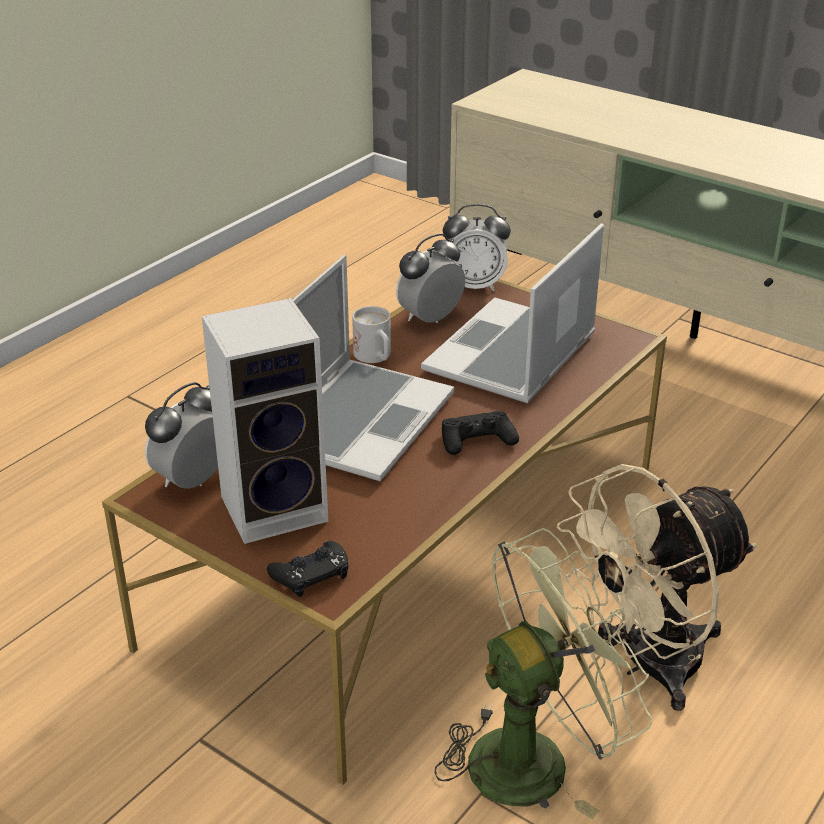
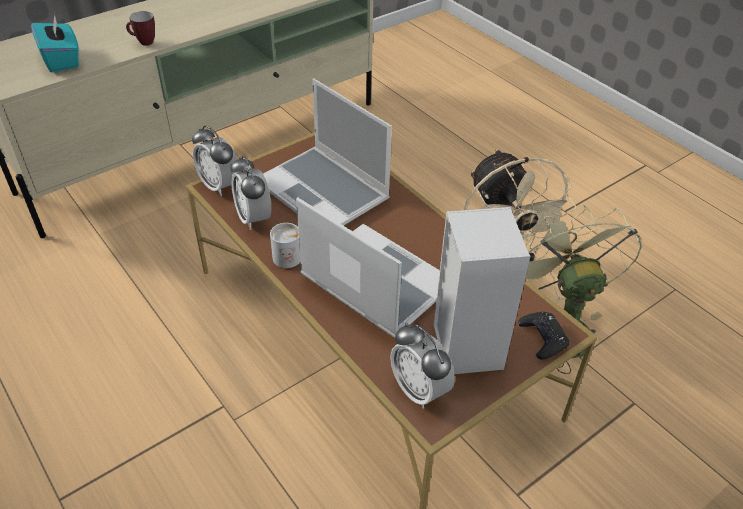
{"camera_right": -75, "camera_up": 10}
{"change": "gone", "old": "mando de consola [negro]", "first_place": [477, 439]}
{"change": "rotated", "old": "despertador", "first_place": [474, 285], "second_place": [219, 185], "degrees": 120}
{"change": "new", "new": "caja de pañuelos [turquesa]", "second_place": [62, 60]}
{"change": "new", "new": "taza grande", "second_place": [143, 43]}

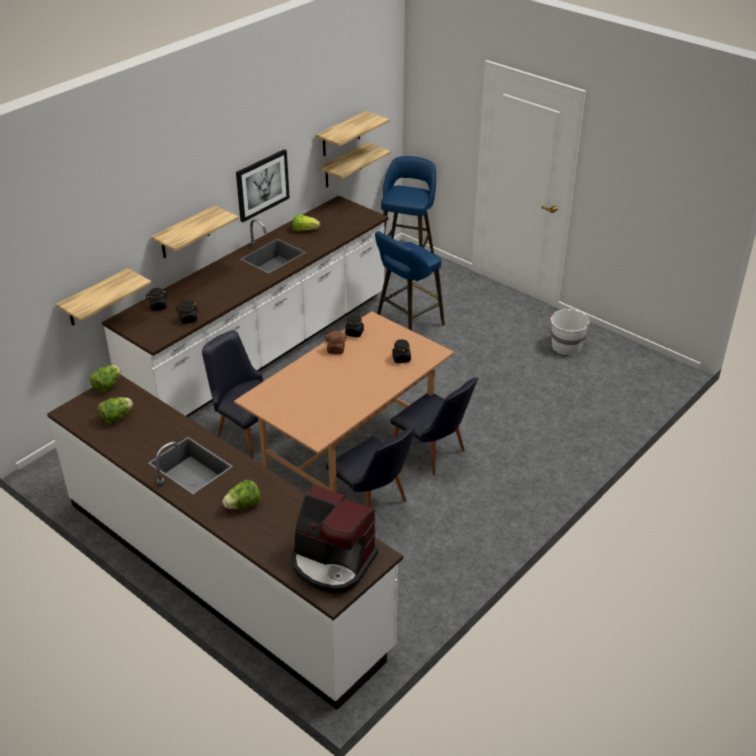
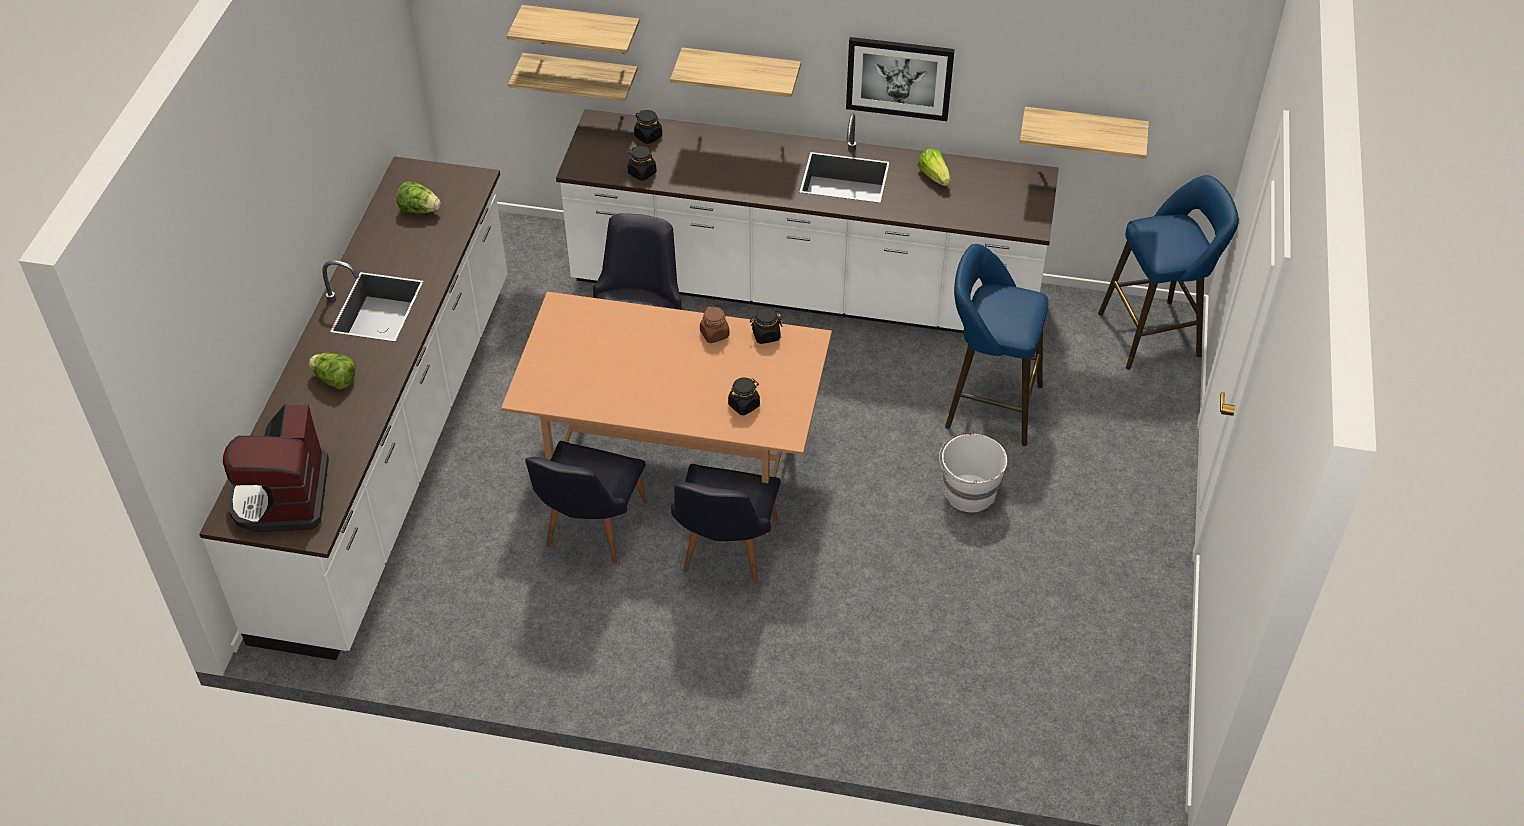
{"camera_right": 60, "camera_up": 10}
{"change": "gone", "old": "lechuga", "first_place": [107, 386]}
{"change": "shifted", "old": "estante", "first_place": [341, 134], "second_place": [581, 29]}
{"change": "shifted", "old": "cubo [blanco]", "first_place": [566, 346], "second_place": [968, 493]}

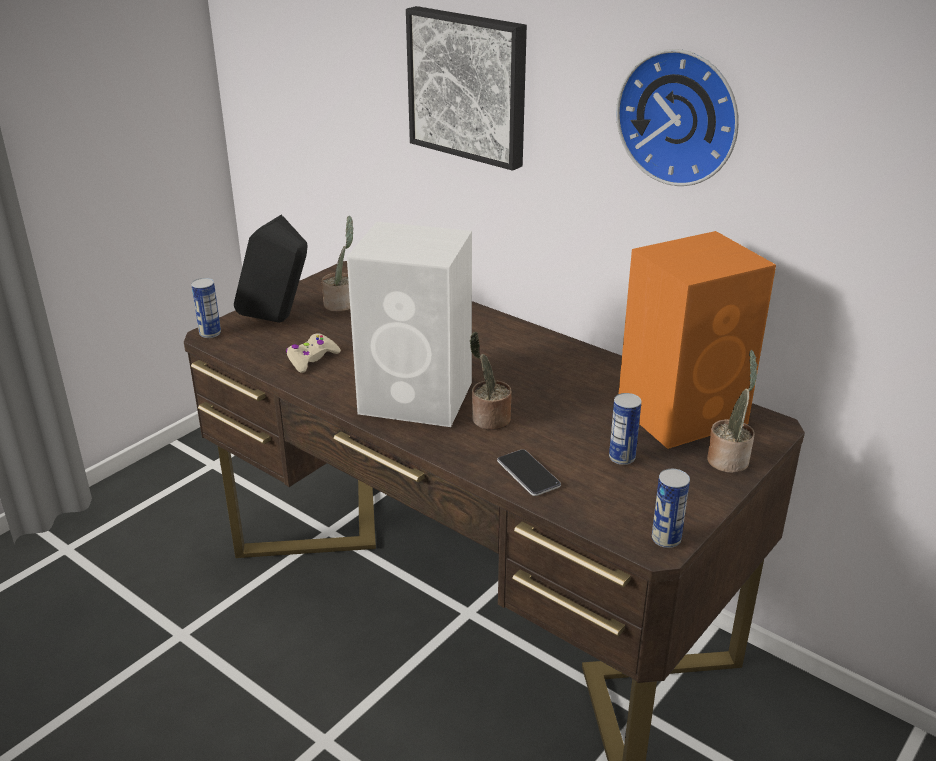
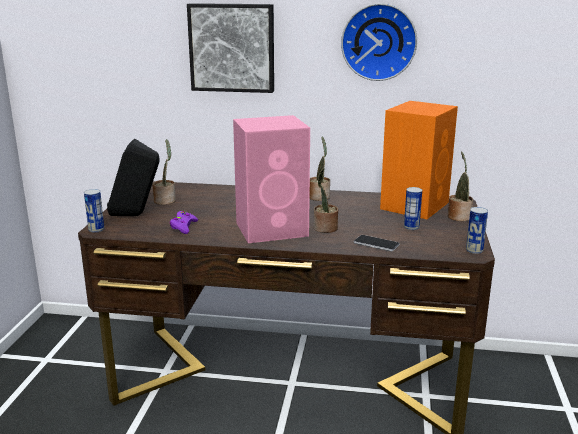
{"camera_right": -30, "camera_up": -10}
{"change": "repainted", "old": "mando de consola [beis]", "new": "mando de consola [morado]", "first_place": [311, 359], "second_place": [183, 227]}
{"change": "repainted", "old": "altavoz [blanco]", "new": "altavoz [rosa]", "first_place": [419, 398], "second_place": [273, 229]}
{"change": "new", "new": "planta en maceta", "second_place": [319, 197]}

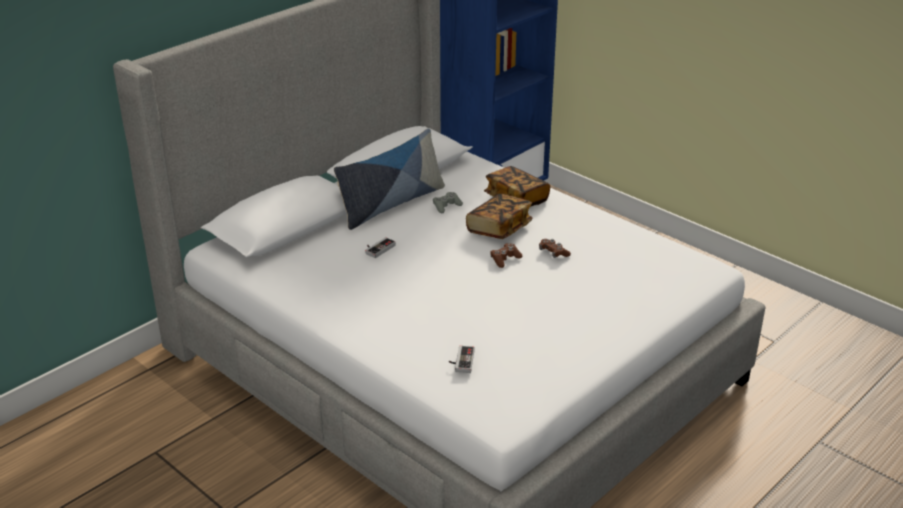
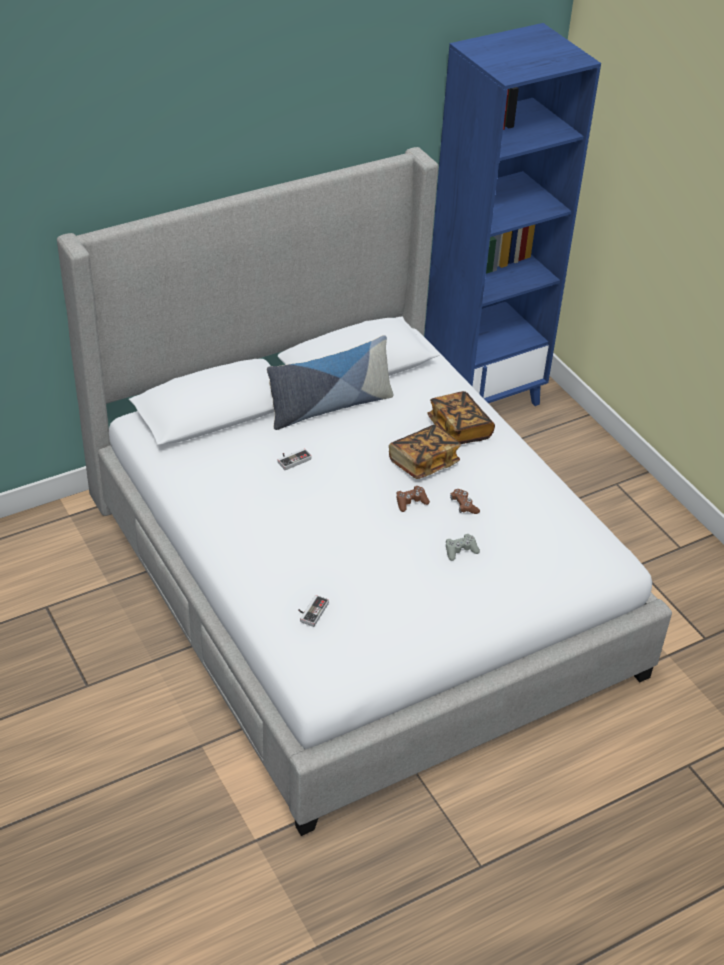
{"camera_right": 15, "camera_up": 10}
{"change": "shifted", "old": "mando de consola [gris]", "first_place": [446, 206], "second_place": [460, 551]}

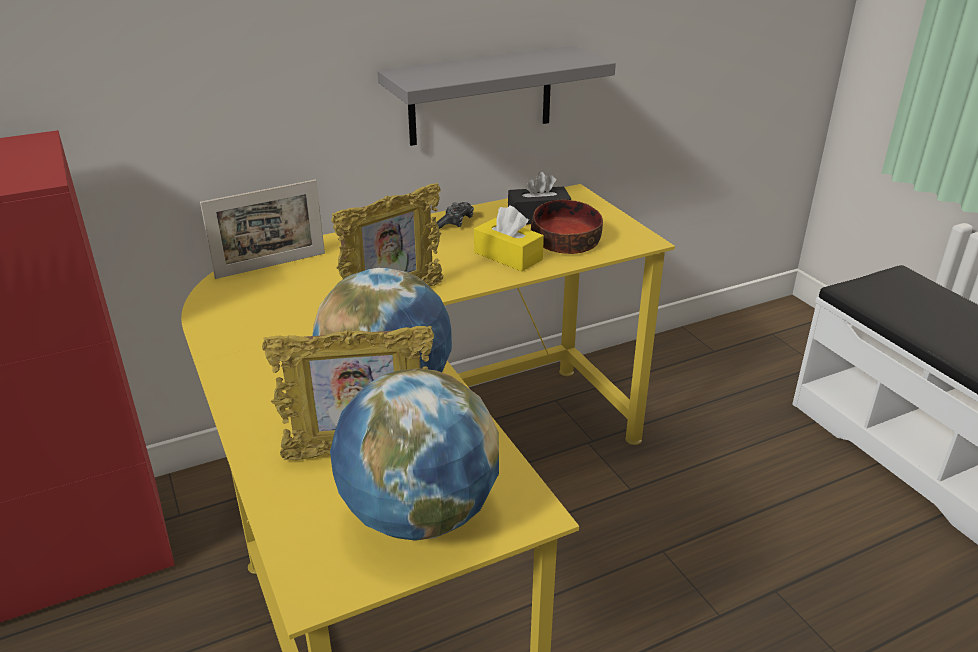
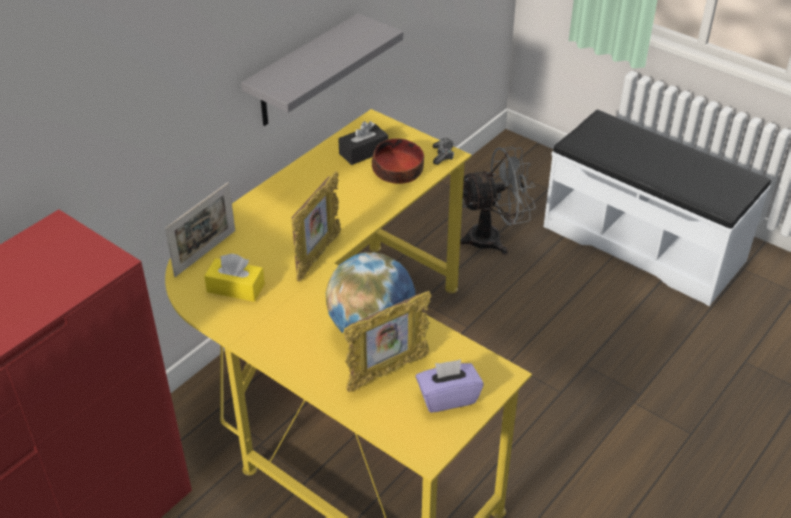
{"camera_right": -25, "camera_up": 10}
{"change": "swapped", "old": "globo terráqueo", "new": "caja de pañuelos [morado]", "first_place": [418, 515], "second_place": [448, 397]}
{"change": "shifted", "old": "mando de consola", "first_place": [456, 222], "second_place": [443, 155]}
{"change": "shifted", "old": "caja de pañuelos [amarillo]", "first_place": [508, 256], "second_place": [236, 288]}
{"change": "new", "new": "ventilador [gris]", "second_place": [493, 238]}

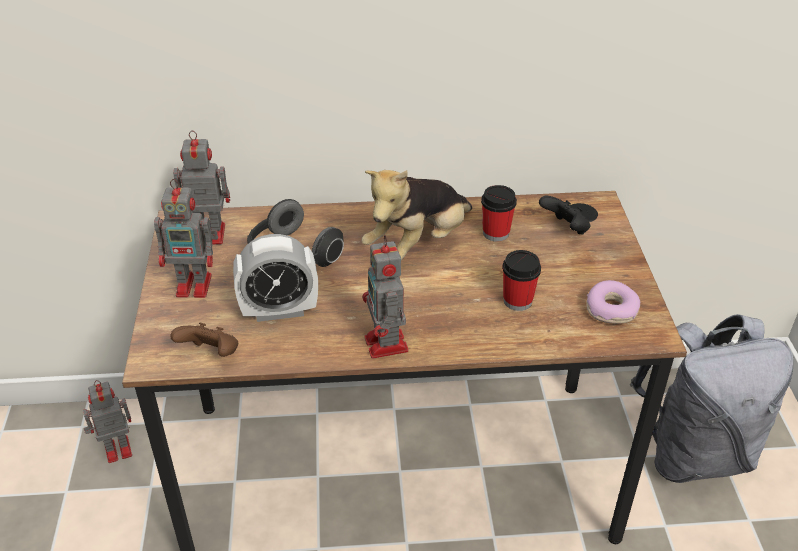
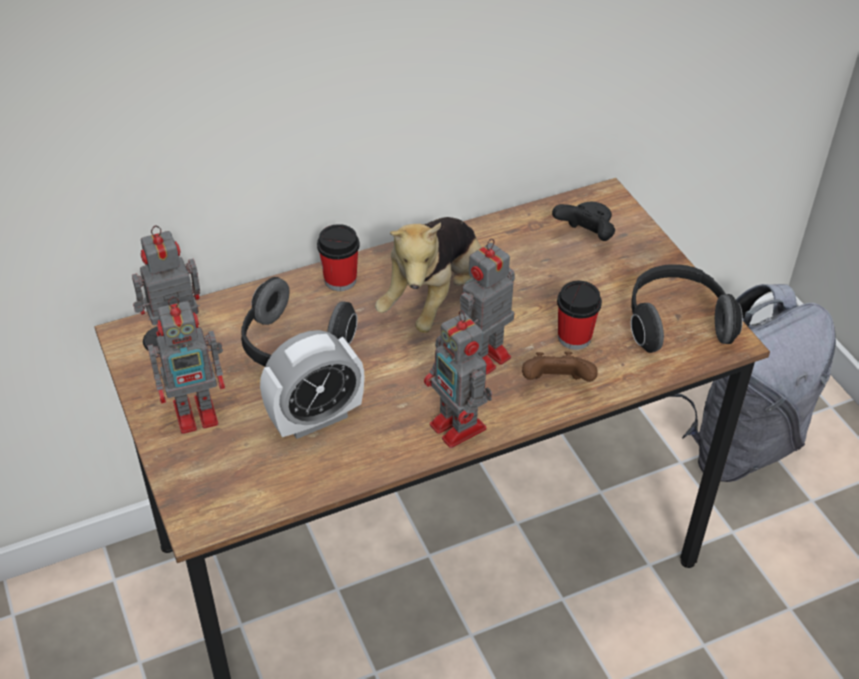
{"camera_right": -20, "camera_up": 5}
{"change": "shifted", "old": "robot de juguete", "first_place": [116, 450], "second_place": [482, 356]}
{"change": "shifted", "old": "mando de consola [marrón]", "first_place": [211, 354], "second_place": [556, 384]}
{"change": "shifted", "old": "taza", "first_place": [496, 233], "second_place": [340, 280]}
{"change": "swapped", "old": "rosquilla", "new": "auriculares", "first_place": [611, 309], "second_place": [675, 322]}

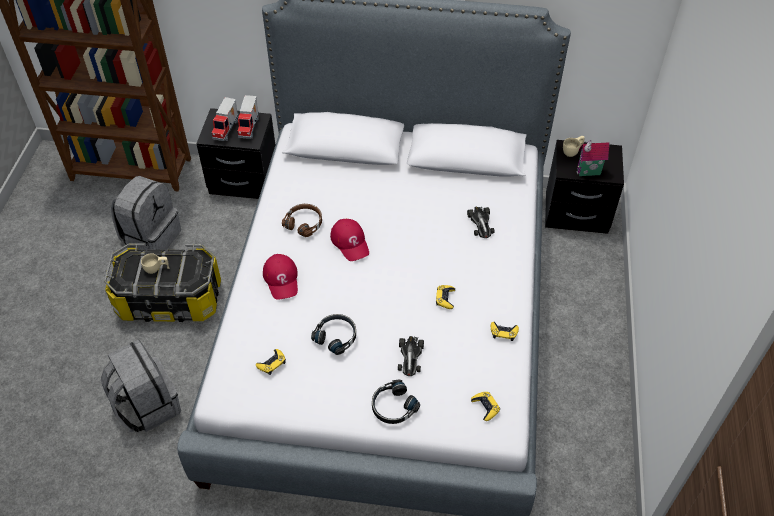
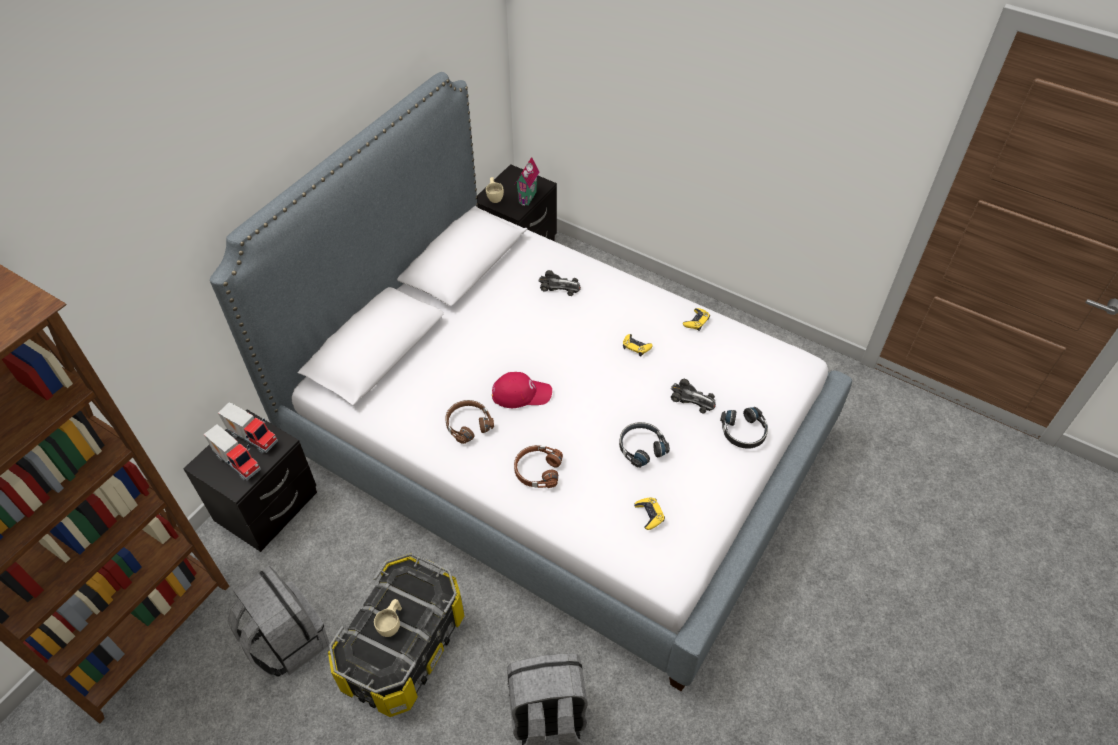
{"camera_right": -65, "camera_up": 0}
{"change": "swapped", "old": "gorra [rojo]", "new": "auriculares [marrón]", "first_place": [282, 279], "second_place": [537, 470]}
{"change": "gone", "old": "mando de consola [amarillo]", "first_place": [485, 407]}

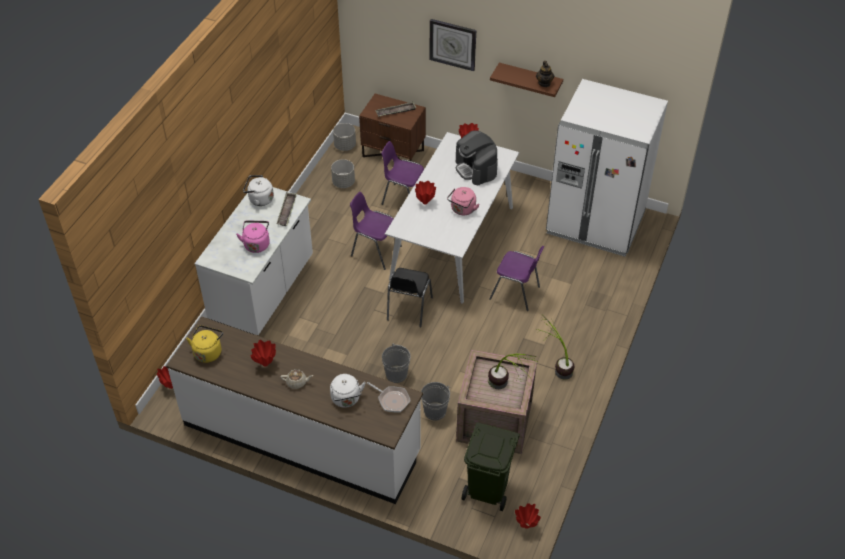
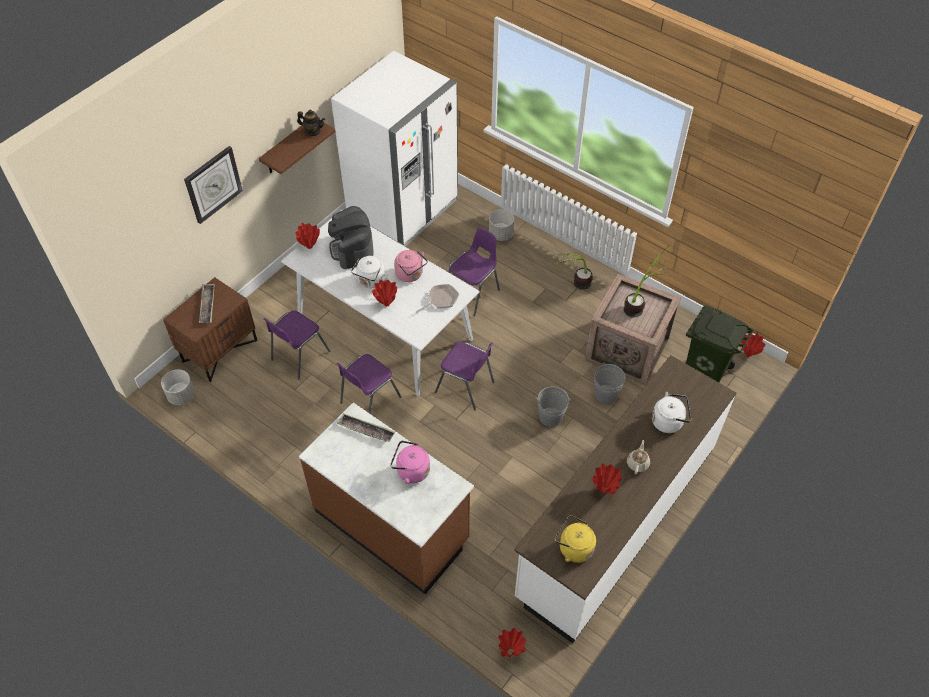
{"camera_right": -75, "camera_up": 5}
{"change": "repainted", "old": "mueble bajo de cocina [blanco]", "new": "mueble bajo de cocina [marrón]", "first_place": [264, 292], "second_place": [392, 525]}
{"change": "shifted", "old": "hervidor [blanco]", "first_place": [259, 199], "second_place": [370, 281]}
{"change": "shifted", "old": "maceta [gris]", "first_place": [343, 183], "second_place": [501, 234]}
{"change": "shifted", "old": "sartén", "first_place": [392, 400], "second_place": [440, 300]}
{"change": "repainted", "old": "silla [negro]", "new": "silla [morado]", "first_place": [408, 309], "second_place": [466, 387]}
{"change": "rotated", "old": "cafetera", "first_place": [476, 169], "second_place": [352, 249], "degrees": 90}

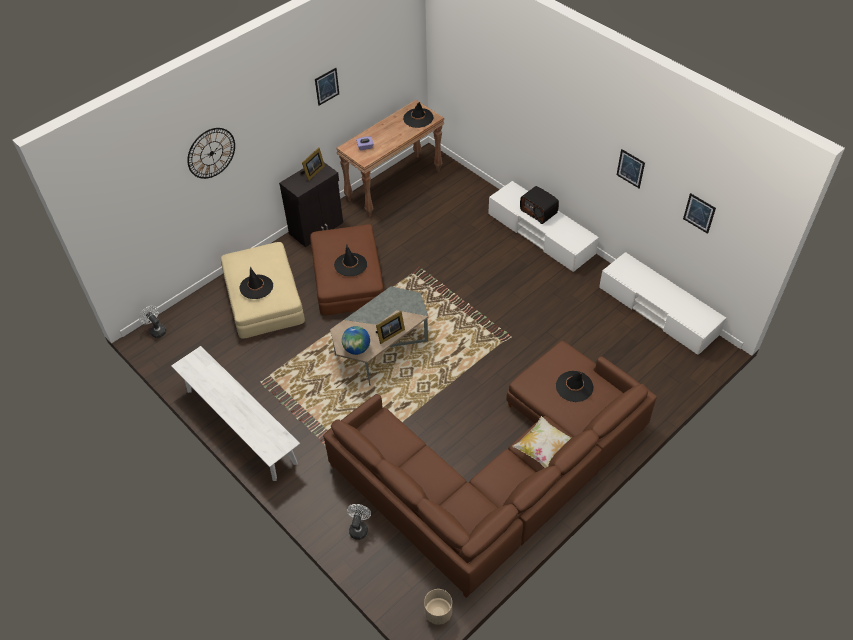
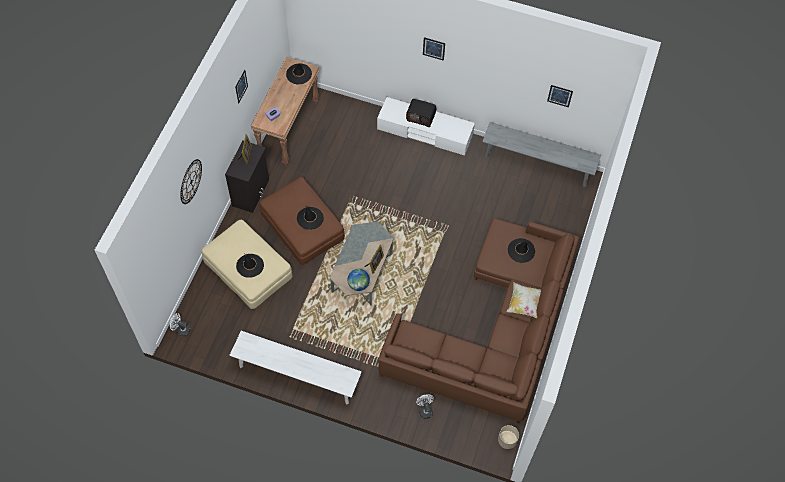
{"camera_right": -30, "camera_up": 10}
{"change": "swapped", "old": "mueble de televisión [blanco]", "new": "banco [gris]", "first_place": [658, 311], "second_place": [537, 164]}
{"change": "shifted", "old": "cuadro", "first_place": [630, 168], "second_place": [434, 48]}

